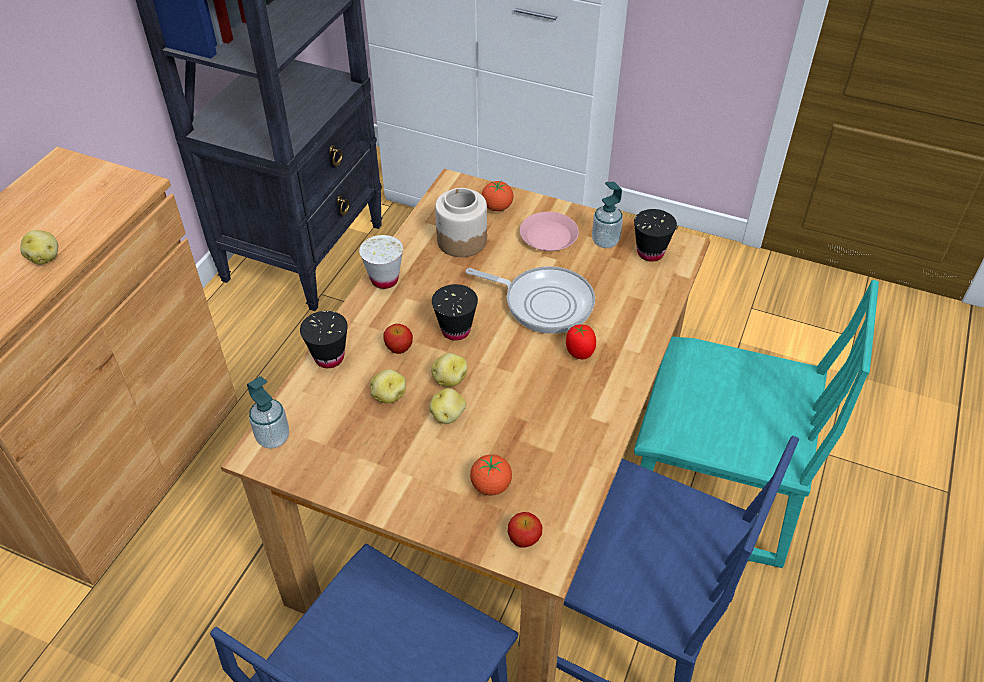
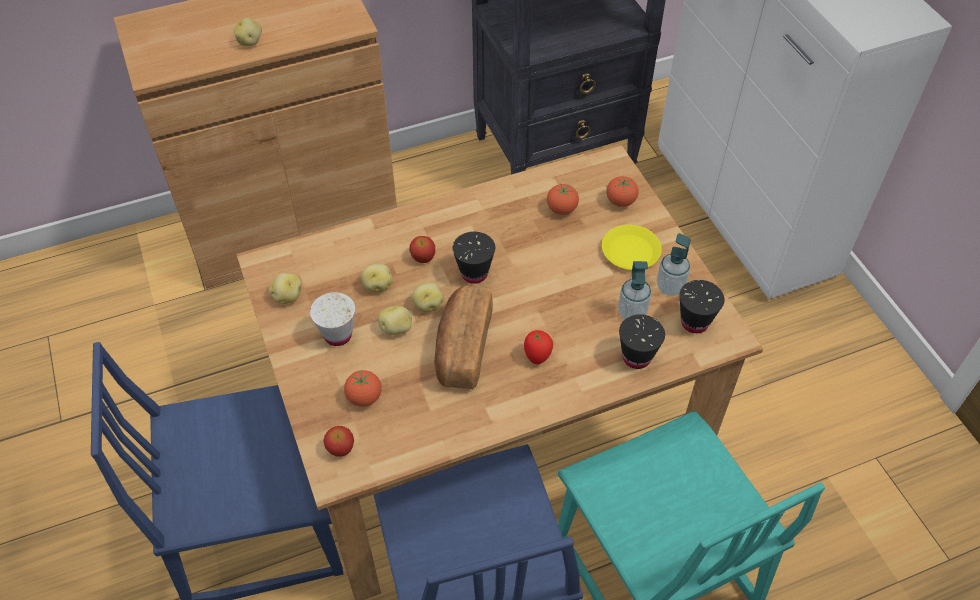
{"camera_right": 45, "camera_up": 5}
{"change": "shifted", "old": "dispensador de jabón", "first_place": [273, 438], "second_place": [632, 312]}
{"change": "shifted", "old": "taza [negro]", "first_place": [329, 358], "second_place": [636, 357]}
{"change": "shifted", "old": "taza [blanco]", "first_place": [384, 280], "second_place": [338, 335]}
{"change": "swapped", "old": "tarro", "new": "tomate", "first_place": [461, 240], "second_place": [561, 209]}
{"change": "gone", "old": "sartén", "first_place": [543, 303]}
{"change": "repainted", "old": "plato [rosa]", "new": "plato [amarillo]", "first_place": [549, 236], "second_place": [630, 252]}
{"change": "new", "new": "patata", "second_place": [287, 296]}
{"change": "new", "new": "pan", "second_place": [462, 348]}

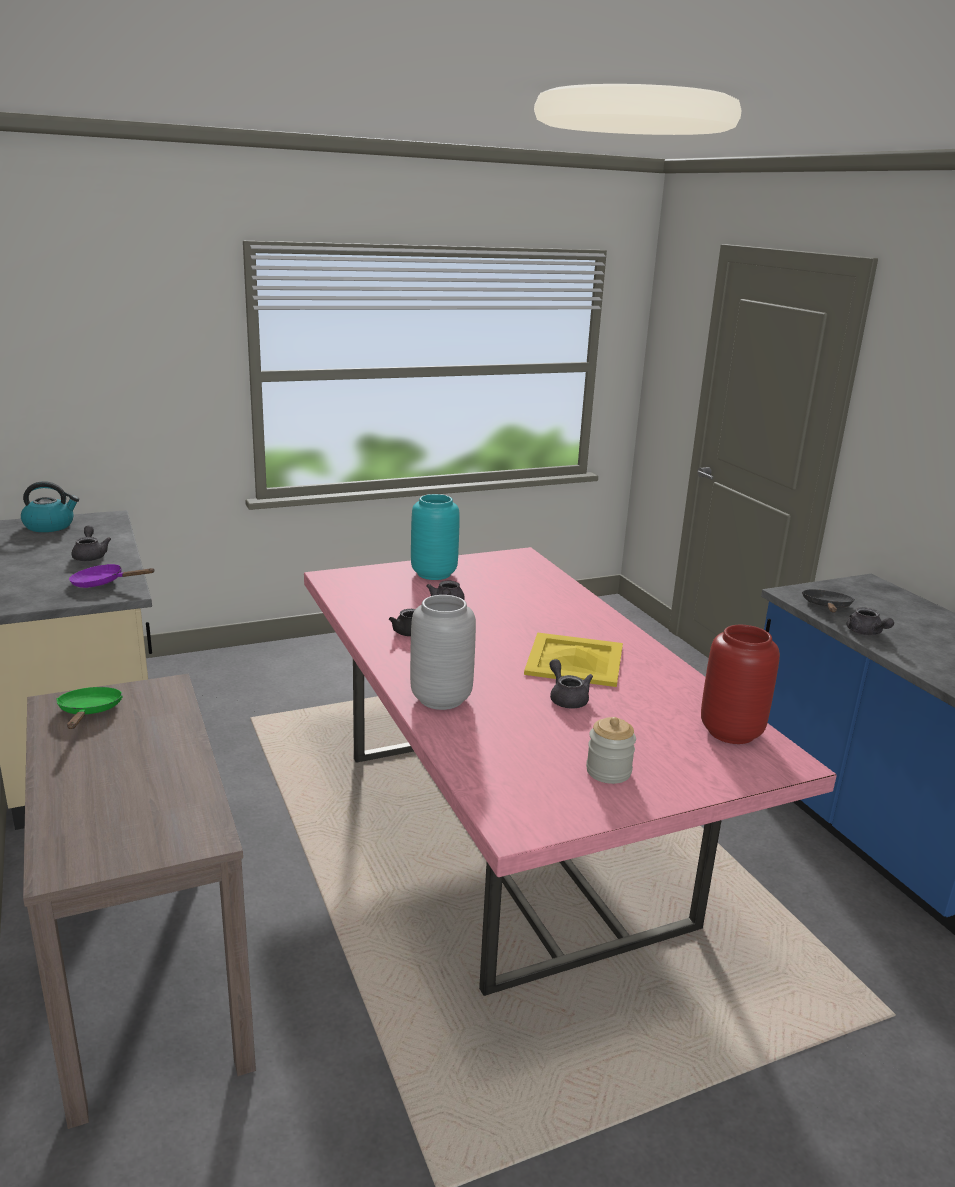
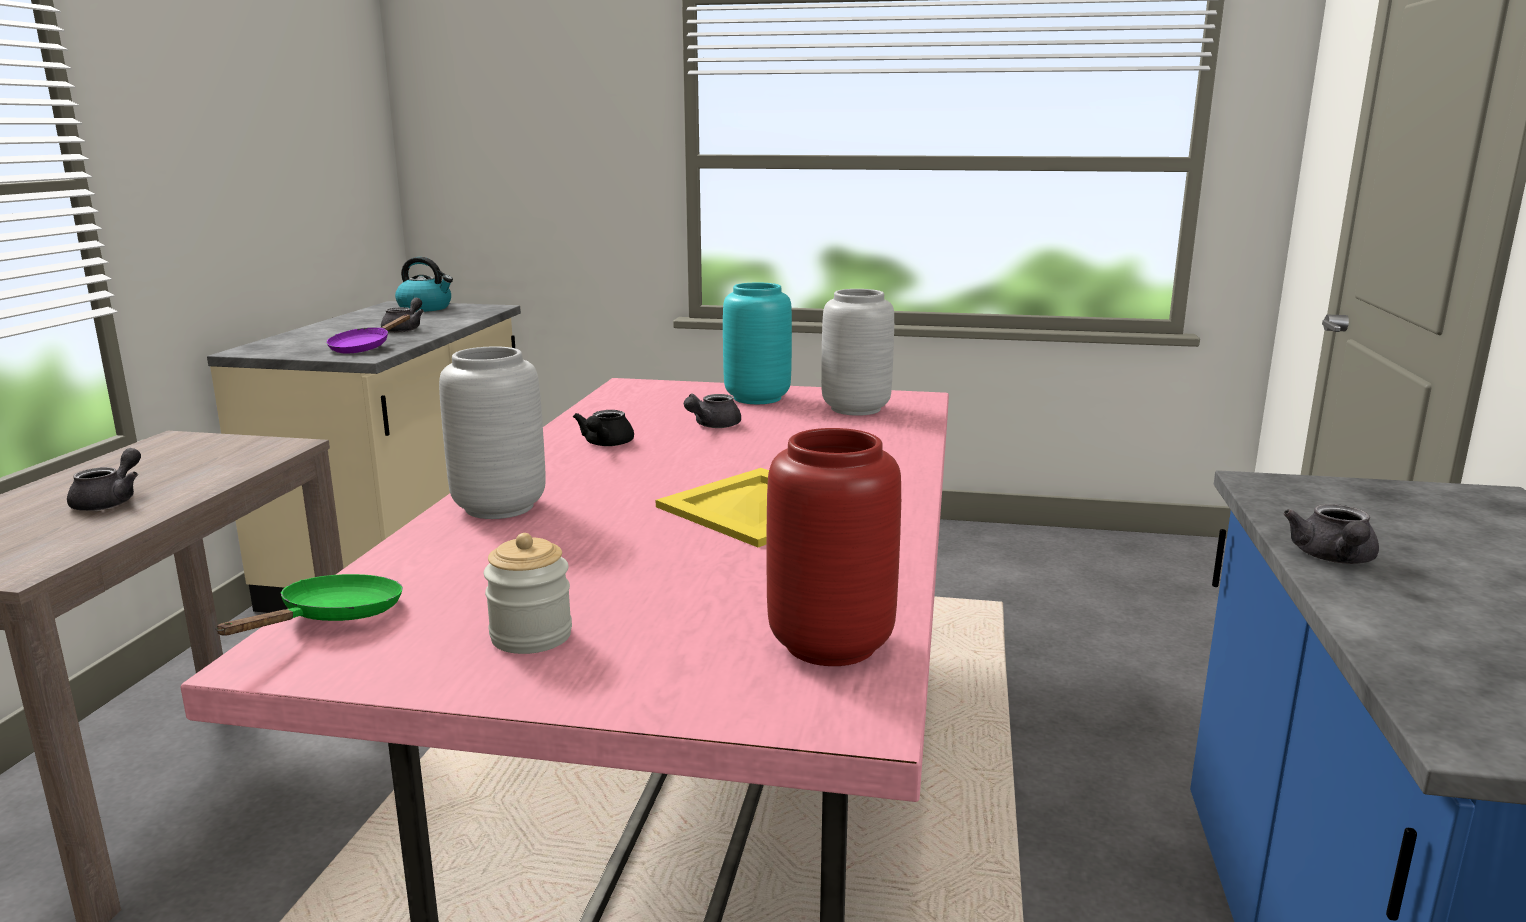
{"camera_right": 35, "camera_up": -5}
{"change": "shifted", "old": "sartén [verde]", "first_place": [89, 712], "second_place": [334, 618]}
{"change": "rotated", "old": "sartén [morado]", "first_place": [103, 583], "second_place": [364, 347], "degrees": -105}
{"change": "shifted", "old": "tetera [gris]", "first_place": [567, 698], "second_place": [110, 501]}
{"change": "gone", "old": "sartén [negro]", "first_place": [826, 607]}
{"change": "new", "new": "florero [gris]", "second_place": [856, 409]}

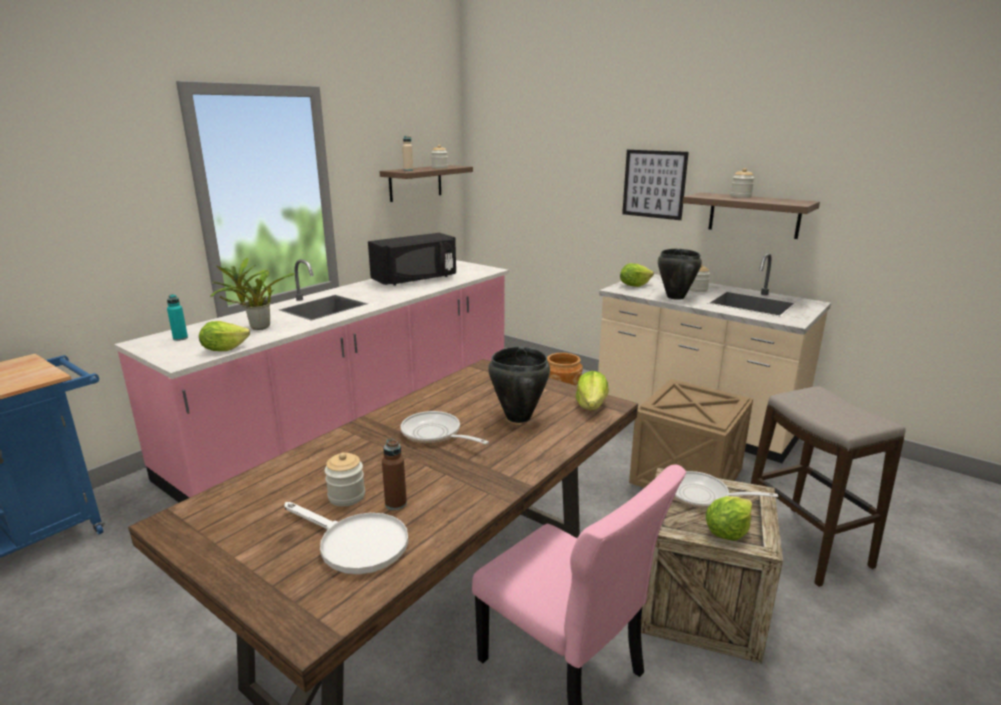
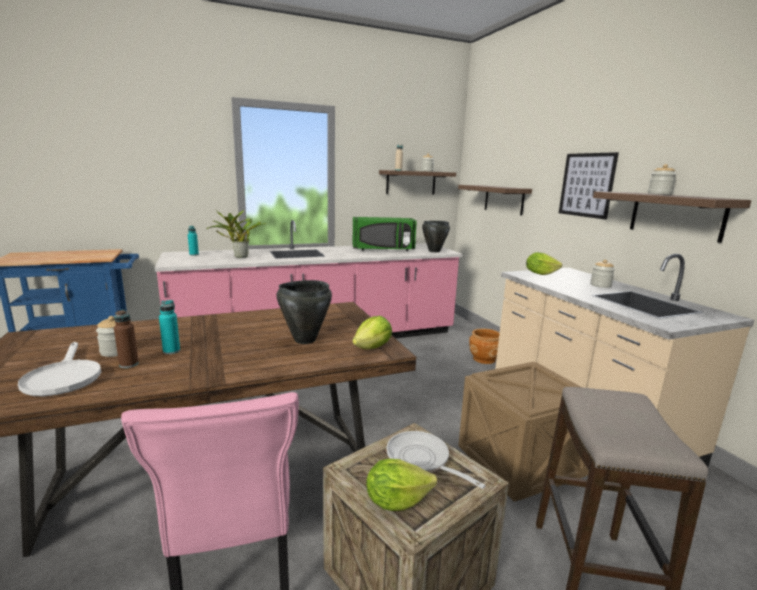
{"camera_right": 30, "camera_up": -5}
{"change": "gone", "old": "lechuga", "first_place": [224, 349]}
{"change": "repainted", "old": "microondas [negro]", "new": "microondas [verde]", "first_place": [416, 279], "second_place": [383, 249]}
{"change": "gone", "old": "sartén", "first_place": [435, 434]}
{"change": "shifted", "old": "olla [negro]", "first_place": [675, 297], "second_place": [434, 251]}
{"change": "new", "new": "botella [turquesa]", "second_place": [171, 351]}
{"change": "new", "new": "estante", "second_place": [504, 199]}

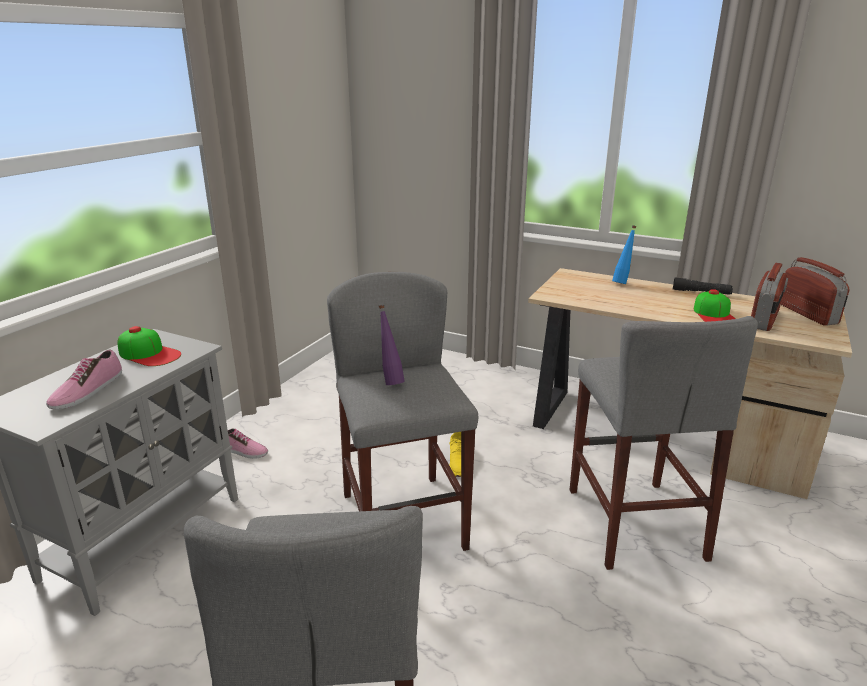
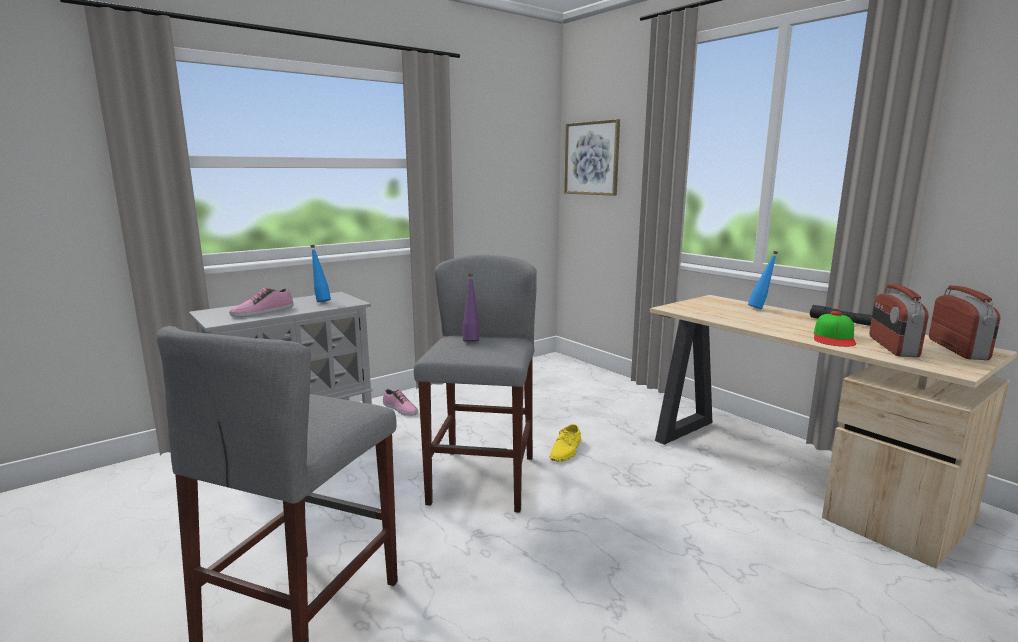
{"camera_right": 25, "camera_up": -10}
{"change": "swapped", "old": "gorra", "new": "botella [azul]", "first_place": [149, 354], "second_place": [321, 301]}
{"change": "gone", "old": "taburete [gris]", "first_place": [634, 522]}
{"change": "rotated", "old": "radio", "first_place": [764, 320], "second_place": [892, 347], "degrees": 135}
{"change": "new", "new": "cuadro", "second_place": [592, 158]}

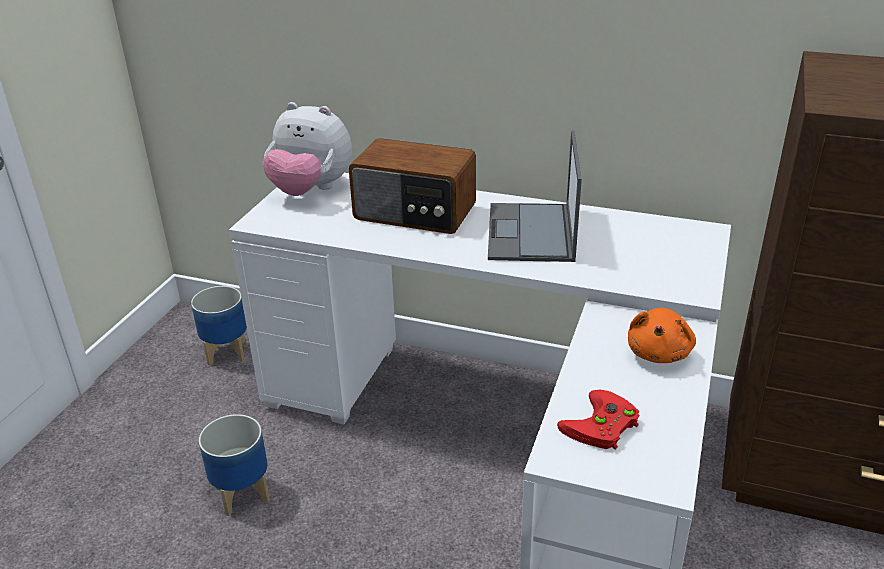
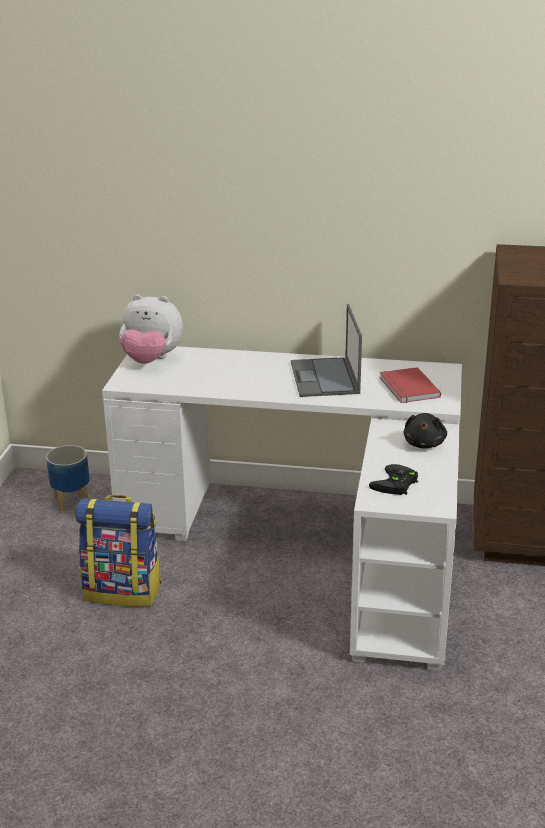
{"camera_right": -10, "camera_up": -5}
{"change": "swapped", "old": "maceta", "new": "mochila", "first_place": [243, 494], "second_place": [123, 591]}
{"change": "gone", "old": "radio", "first_place": [415, 213]}
{"change": "repainted", "old": "mando de consola [rojo]", "new": "mando de consola [negro]", "first_place": [601, 427], "second_place": [395, 484]}
{"change": "repainted", "old": "peluche [naranja]", "new": "peluche [negro]", "first_place": [659, 353], "second_place": [424, 443]}
{"change": "new", "new": "libro [rojo]", "second_place": [407, 388]}

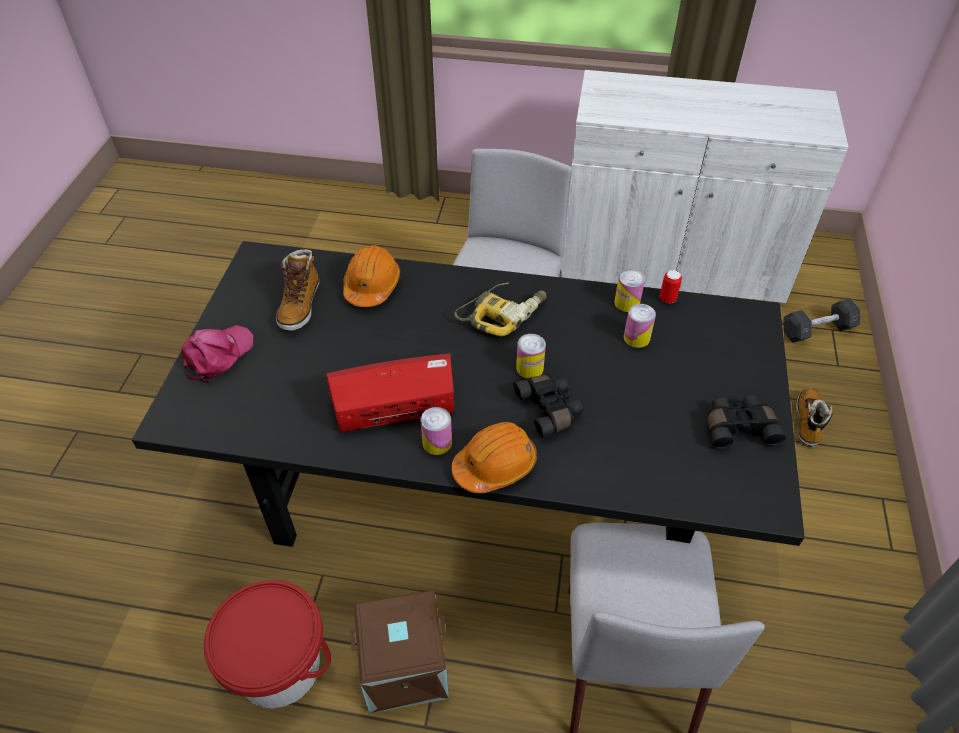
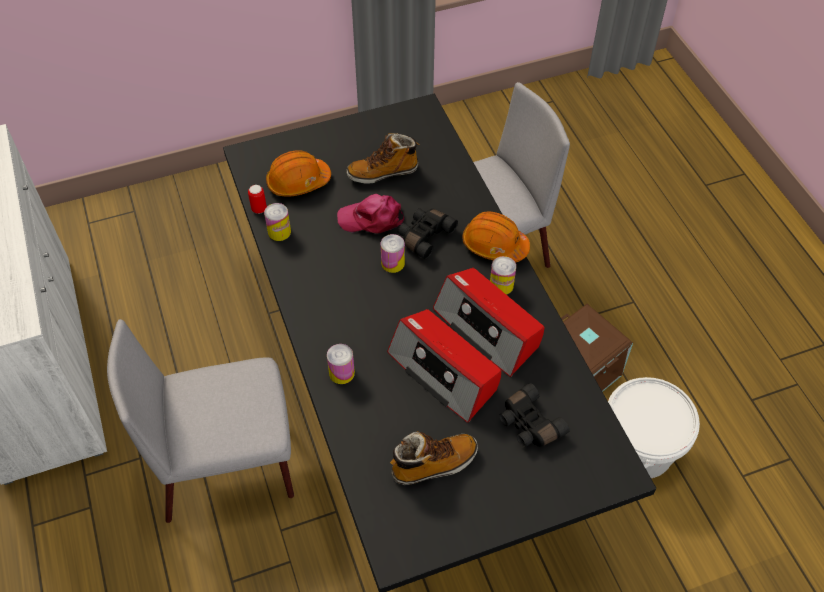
{"camera_right": -120, "camera_up": 5}
{"change": "shifted", "old": "gorra [rosa]", "first_place": [217, 355], "second_place": [372, 218]}
{"change": "repainted", "old": "cubo [rojo]", "new": "cubo [blanco]", "first_place": [279, 666], "second_place": [639, 448]}
{"change": "shifted", "old": "casco [naranja]", "first_place": [372, 286], "second_place": [298, 182]}
{"change": "gone", "old": "taladro", "first_place": [502, 313]}
{"change": "shifted", "old": "lata", "first_place": [636, 338], "second_place": [341, 373]}
{"change": "shifted", "old": "prismáticos [negro]", "first_place": [738, 427], "second_place": [528, 424]}
{"change": "gone", "old": "mancuerna [gris]", "first_place": [817, 330]}
{"change": "shifted", "old": "bota", "first_place": [808, 422], "second_place": [383, 172]}
{"change": "new", "new": "radio", "second_place": [444, 372]}

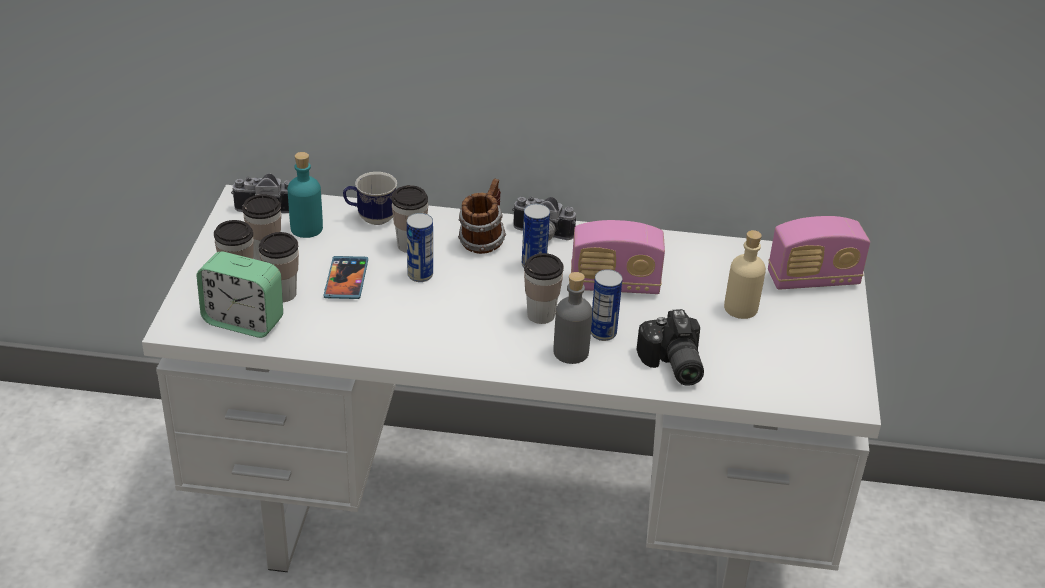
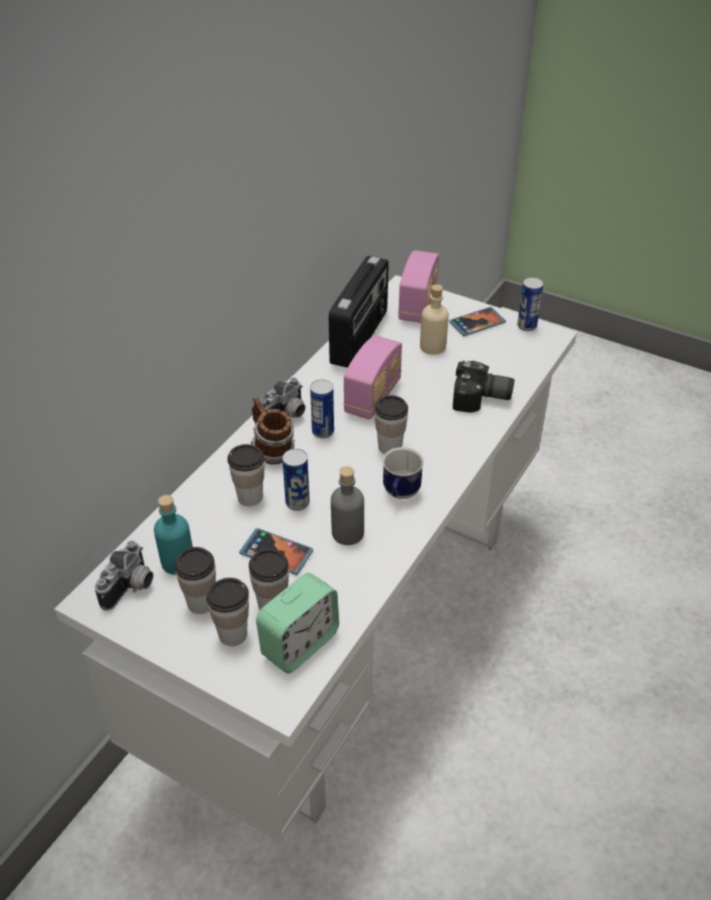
{"camera_right": -65, "camera_up": 5}
{"change": "shifted", "old": "taza grande", "first_place": [371, 218], "second_place": [400, 495]}
{"change": "shifted", "old": "botella [gris]", "first_place": [571, 352], "second_place": [347, 533]}
{"change": "shifted", "old": "lata", "first_place": [603, 333], "second_place": [526, 326]}
{"change": "new", "new": "radio", "second_place": [360, 337]}
{"change": "new", "new": "móvil", "second_place": [477, 323]}

